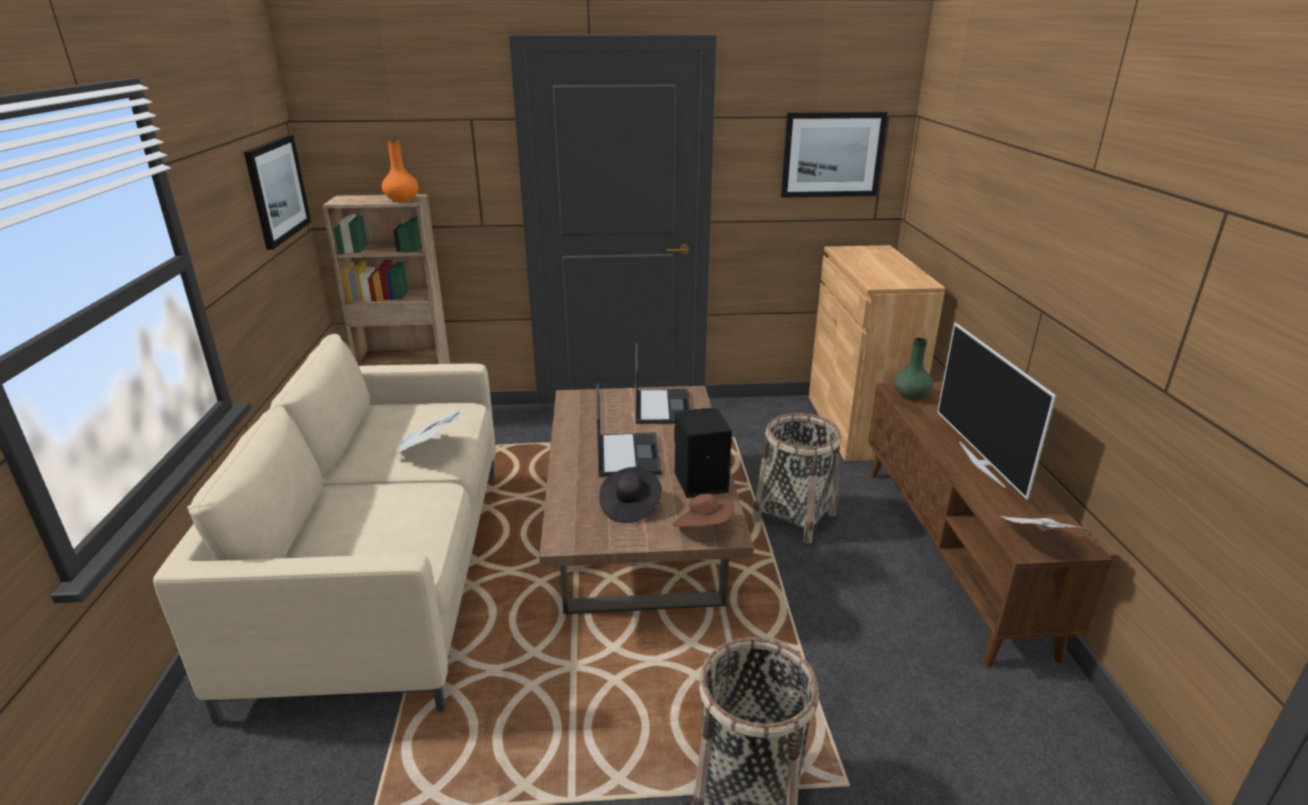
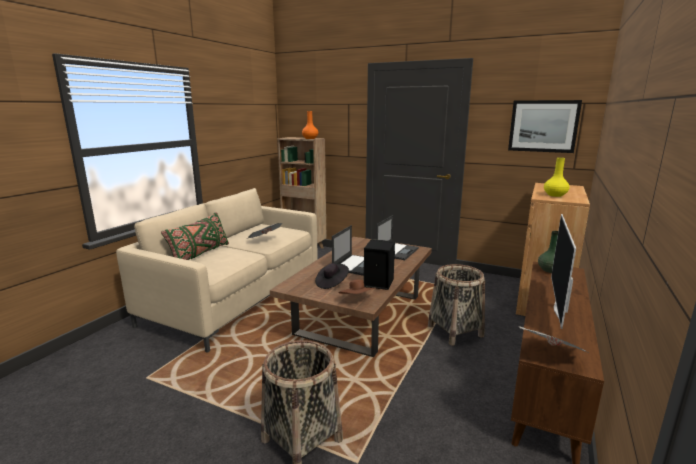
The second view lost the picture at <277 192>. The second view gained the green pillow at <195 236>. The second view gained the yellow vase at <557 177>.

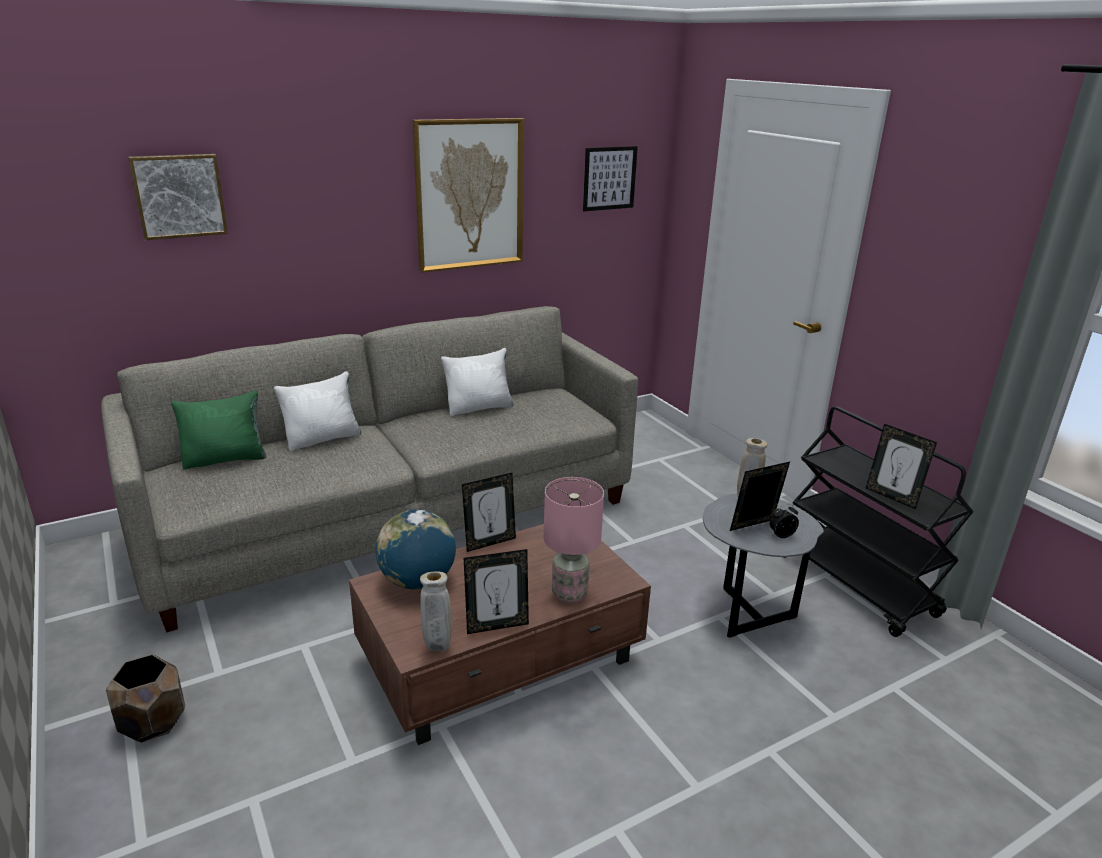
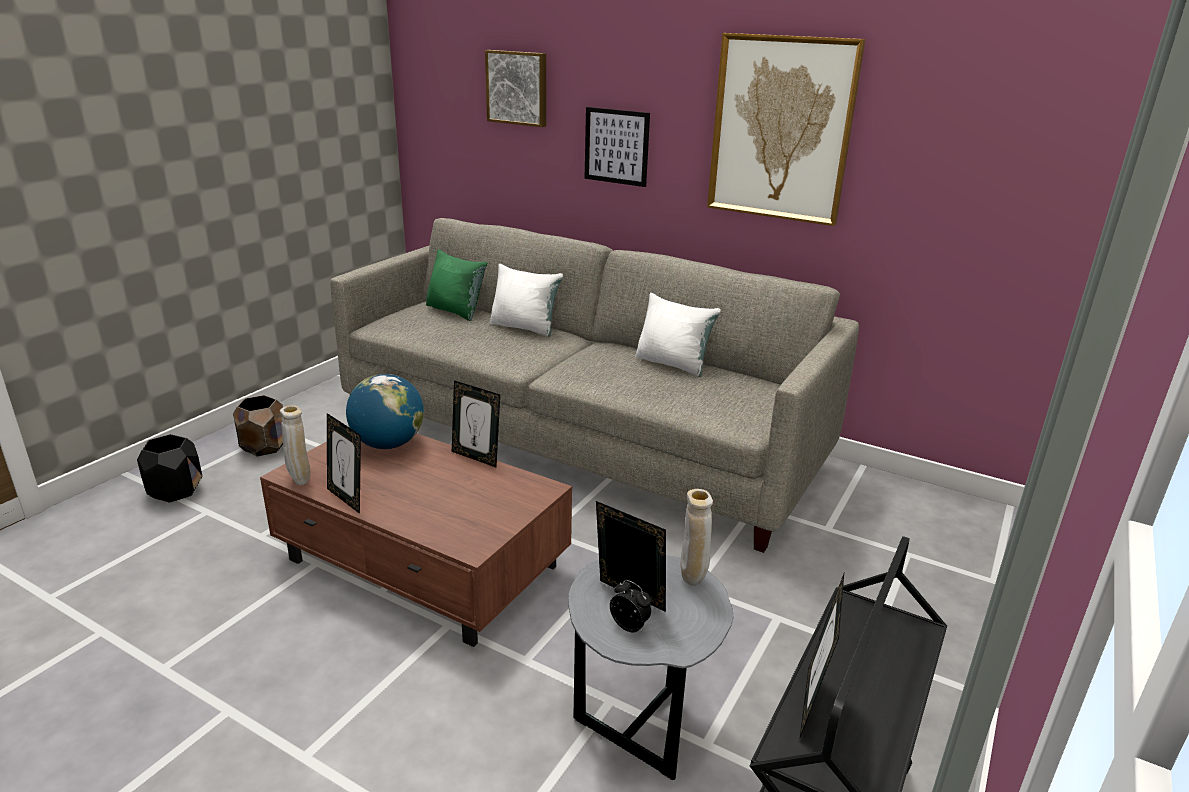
The second view lost the pink table lamp at <574 540>. The picture ended up elsewhere, having gone from <610 178> to <617 147>. The second view gained the black planter at <169 468>.

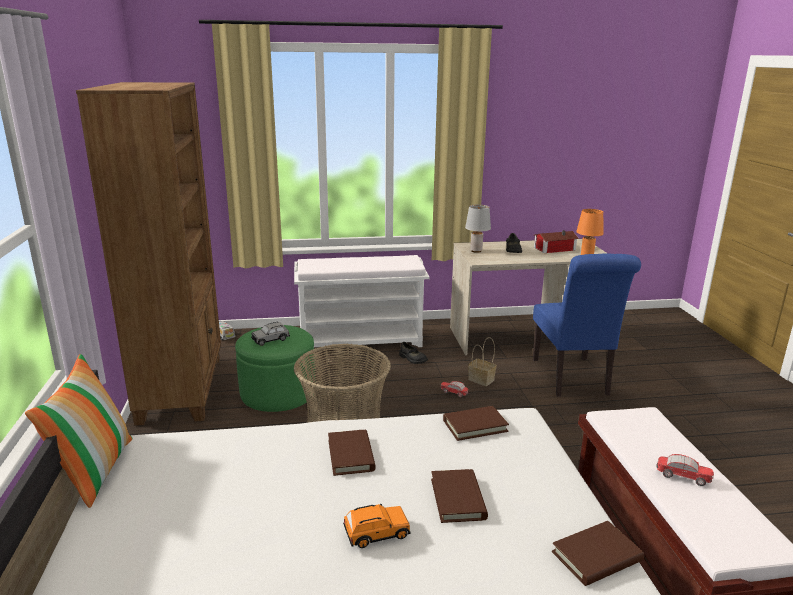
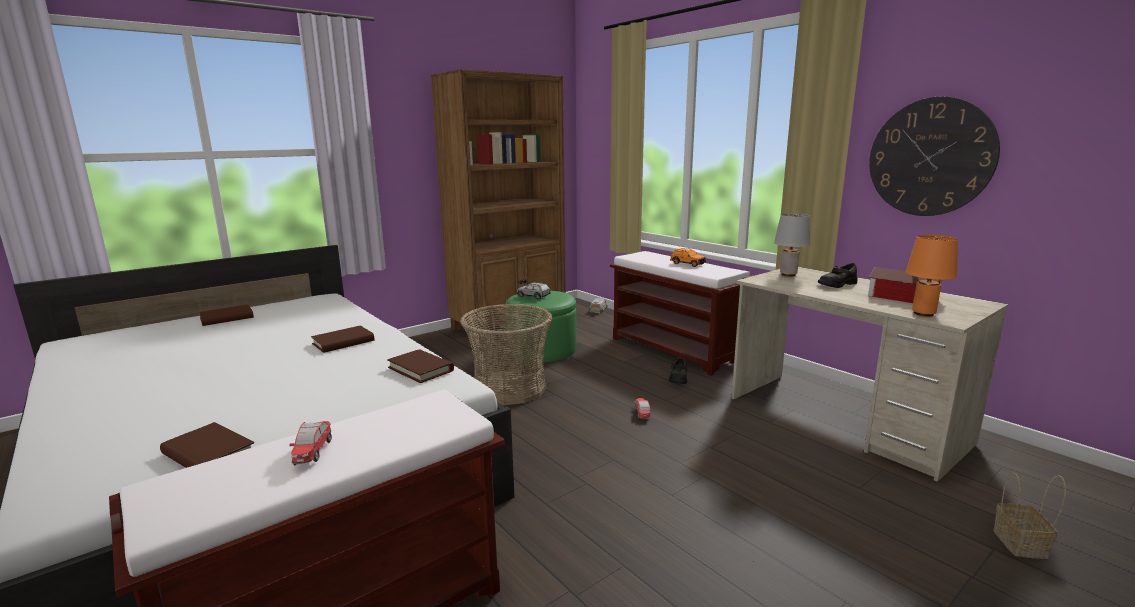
The second view lost the pillow at <79 431>. What was the white bench at <362 301> turned into the brown bench at <681 313>. The orange toy car ended up elsewhere, having gone from <377 526> to <688 257>. The brown book ended up elsewhere, having gone from <459 496> to <226 315>. The basket ended up elsewhere, having gone from <482 361> to <1029 515>. The second view lost the blue chair at <587 325>. The second view gained the wall clock at <934 156>.

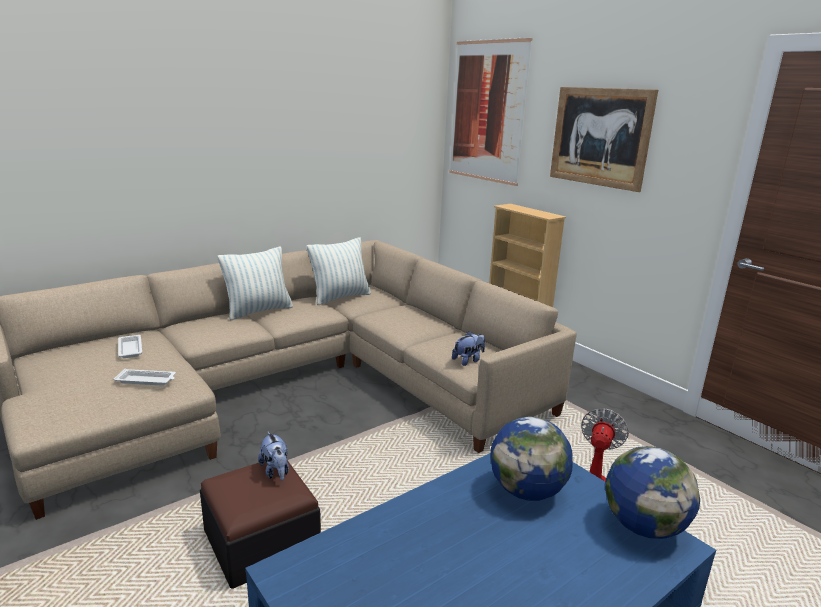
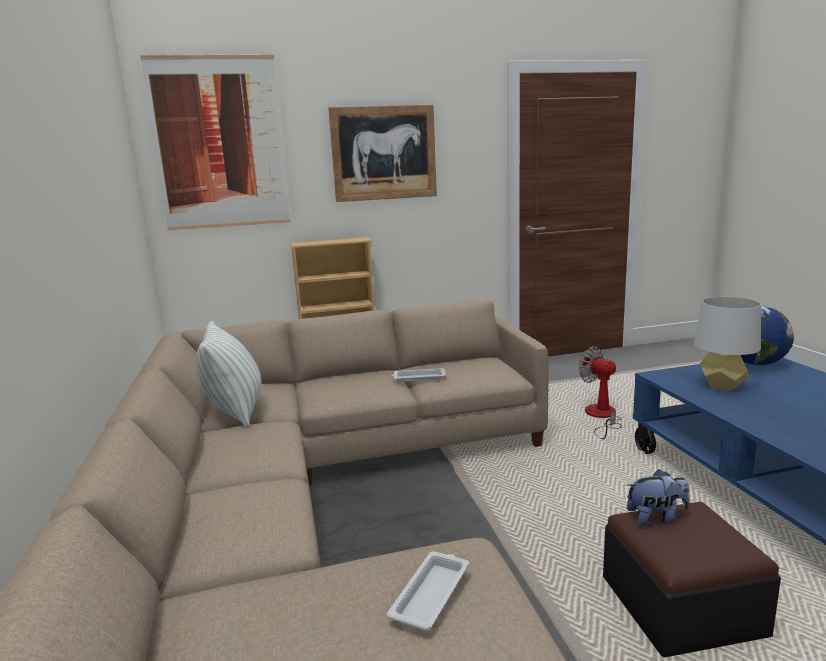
The white tray ended up elsewhere, having gone from <130 346> to <419 375>. The second view lost the pillow at <255 283>. The second view lost the plush toy at <468 348>. Where the globe stood at <531 459>, the grey table lamp came to stand at <727 344>.

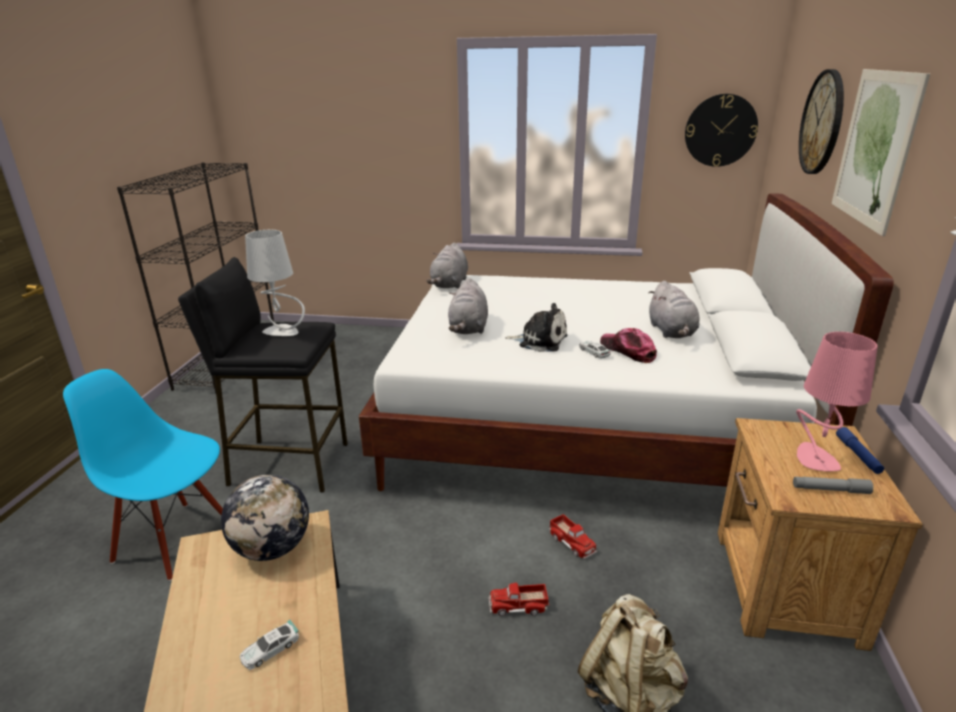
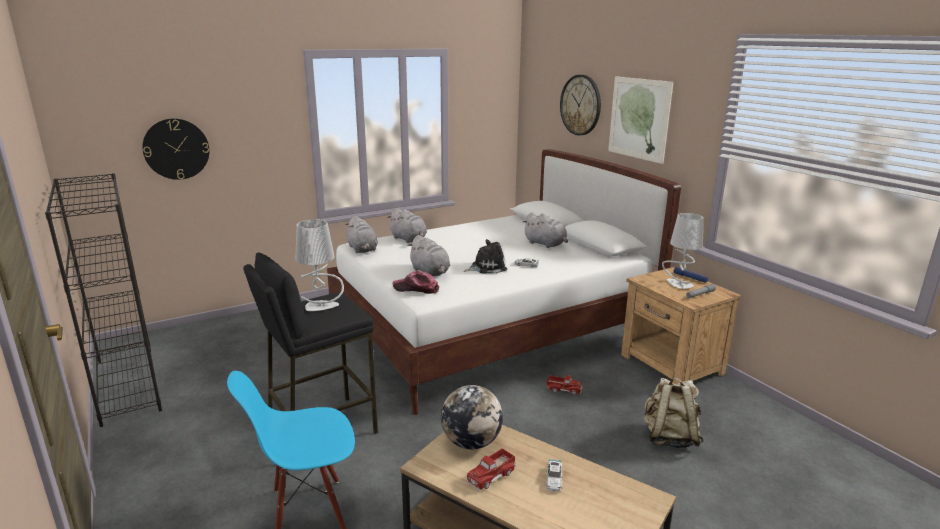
The toy truck ended up elsewhere, having gone from <519 599> to <491 469>. The cap ended up elsewhere, having gone from <628 345> to <416 282>. The wall clock ended up elsewhere, having gone from <721 130> to <175 149>. What was the pink table lamp at <837 401> turned into the grey table lamp at <682 251>. The second view gained the grey plush toy at <407 225>.

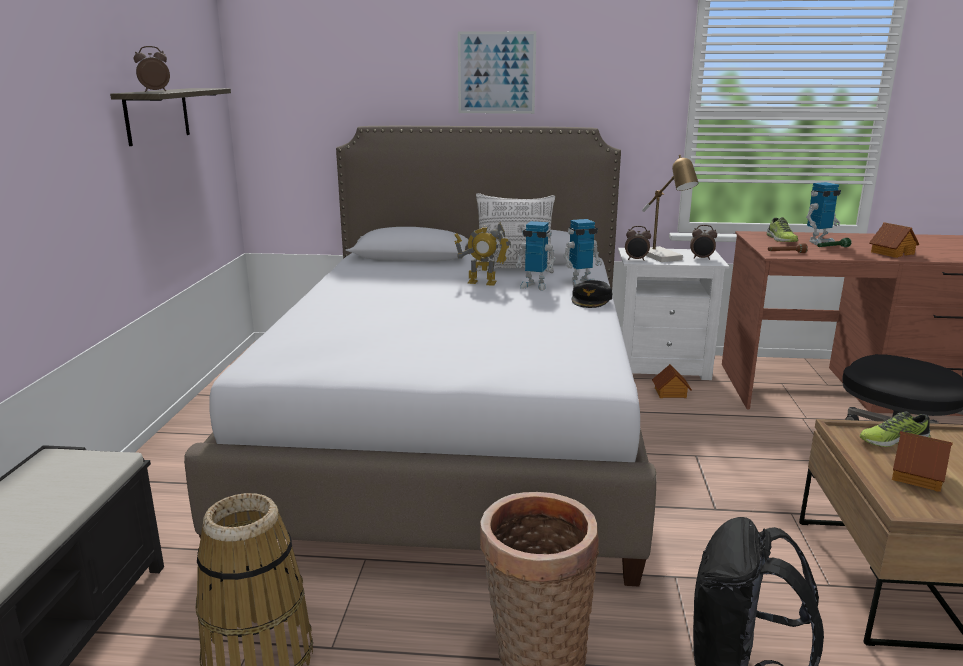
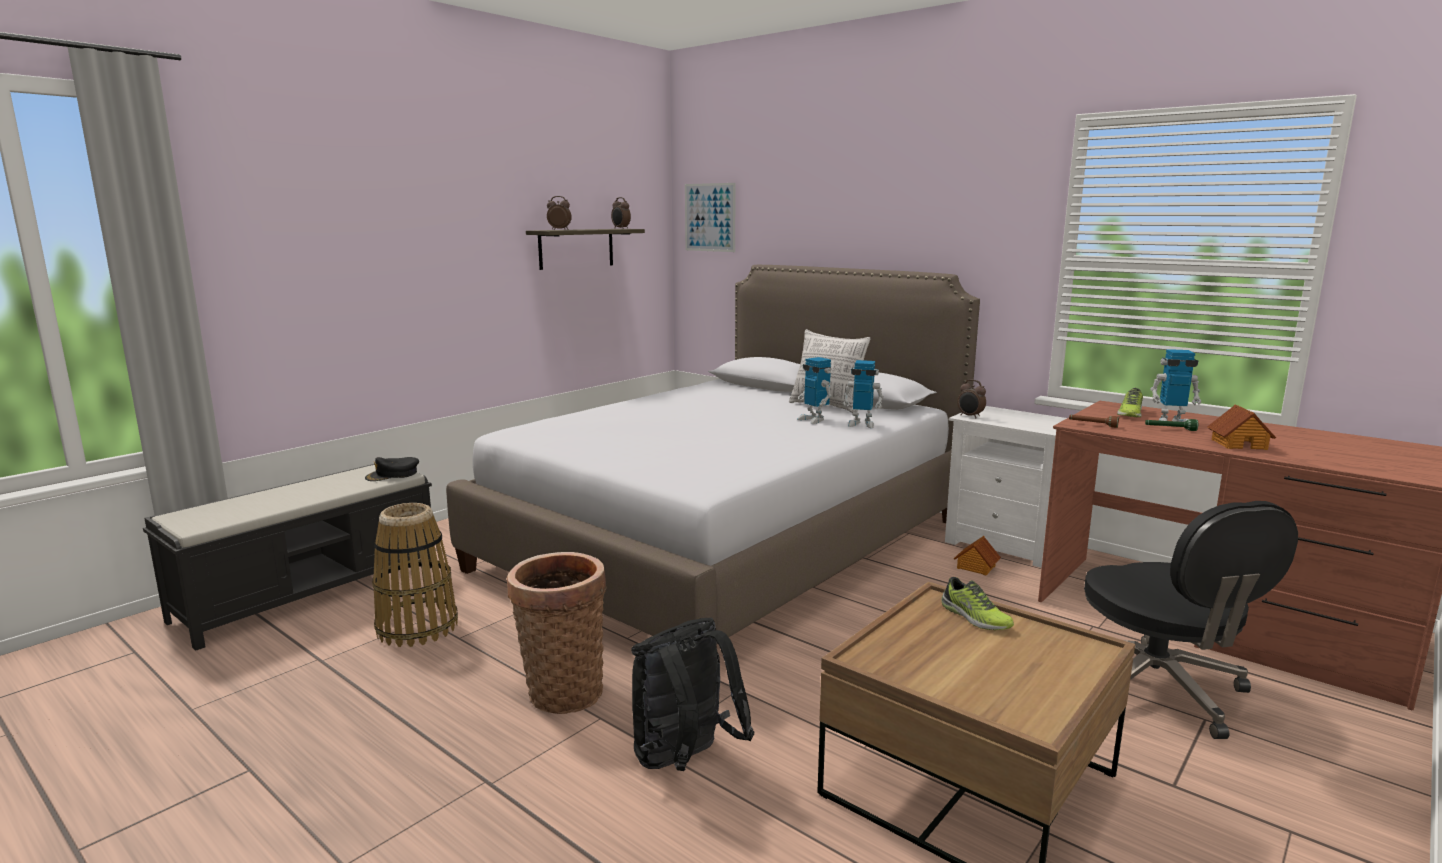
The second view lost the toy robot at <482 254>. The picture ended up elsewhere, having gone from <497 72> to <710 217>. The black cap ended up elsewhere, having gone from <592 294> to <392 469>. The second view lost the table lamp at <670 208>. The alarm clock ended up elsewhere, having gone from <703 242> to <621 213>. The shoe at <895 429> ended up facing another way, 150 degrees counterclockwise from before. The second view lost the toy house at <922 461>.

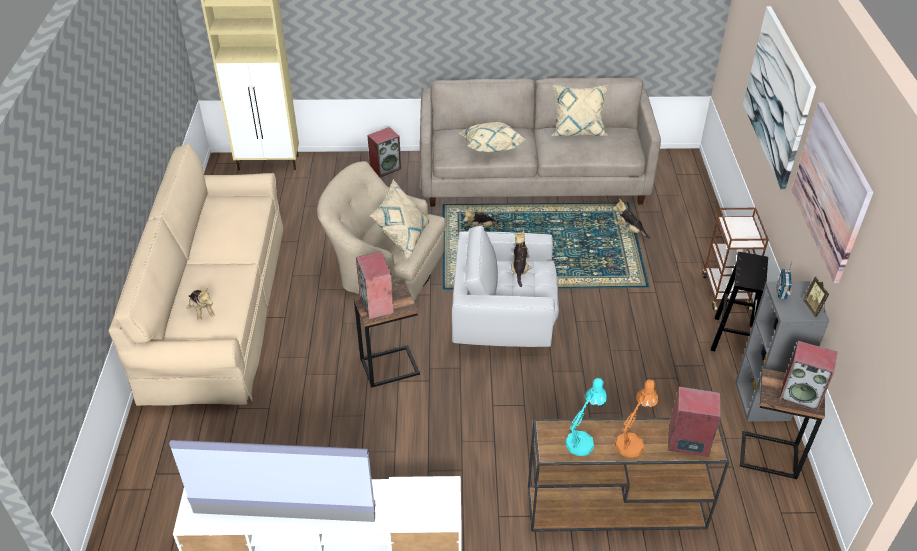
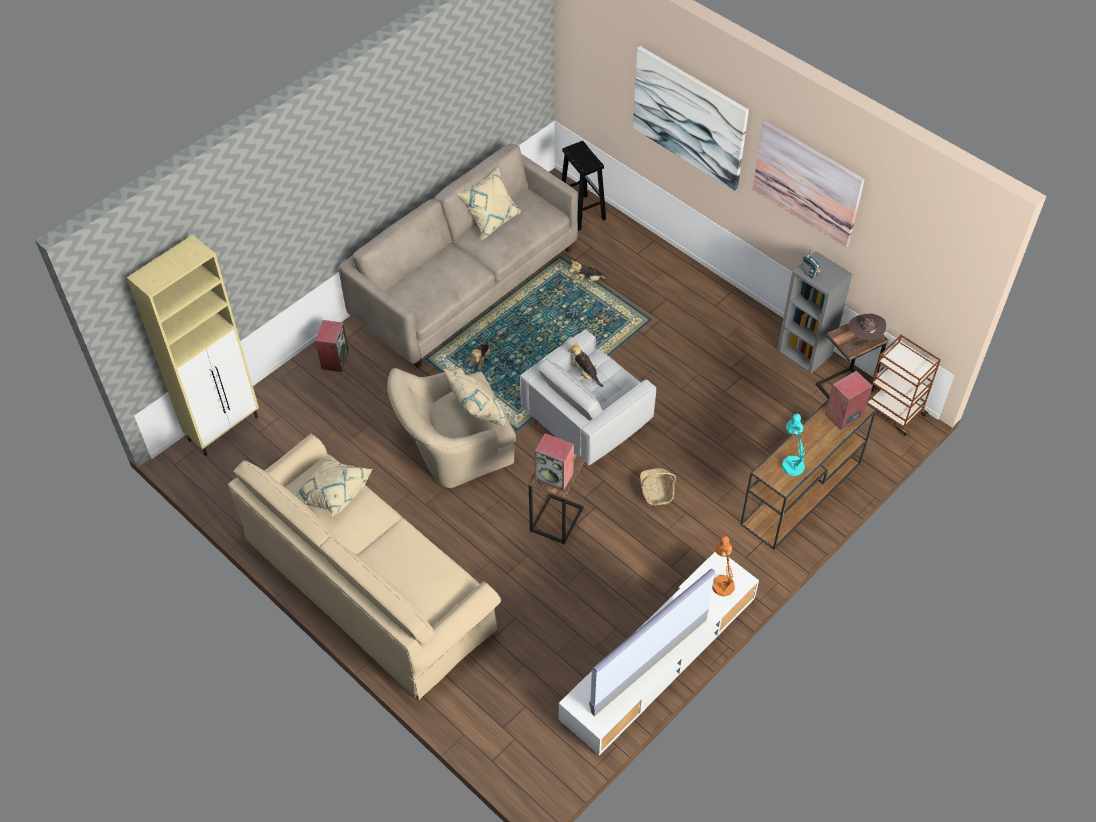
The second view lost the plush toy at <200 304>. The beige pillow ended up elsewhere, having gone from <492 137> to <333 486>. The orange table lamp ended up elsewhere, having gone from <636 418> to <723 566>. The brown cart ended up elsewhere, having gone from <735 259> to <904 385>. The black stool ended up elsewhere, having gone from <739 301> to <583 186>. Where the speaker stood at <808 376>, the brown hat came to stand at <867 327>. The second view lost the picture frame at <816 296>. The second view gained the basket at <658 487>.

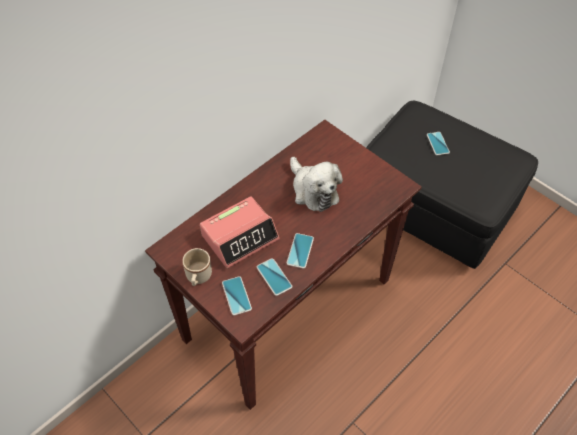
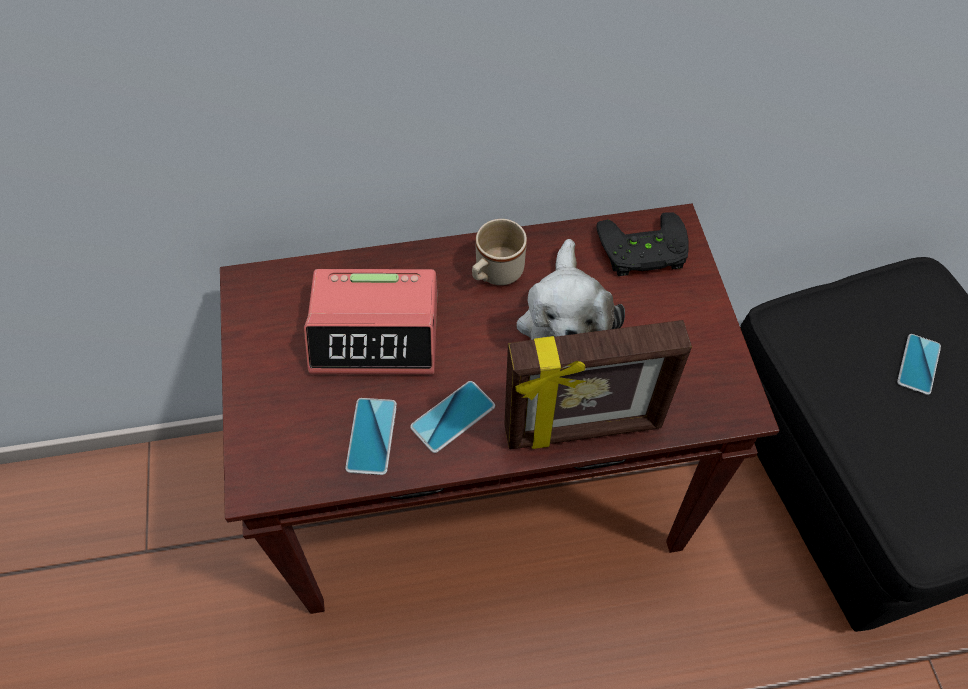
The beige mug ended up elsewhere, having gone from <197 267> to <499 252>. The second view lost the phone at <237 295>. The second view gained the picture frame at <598 384>. The second view gained the black game controller at <642 244>.

